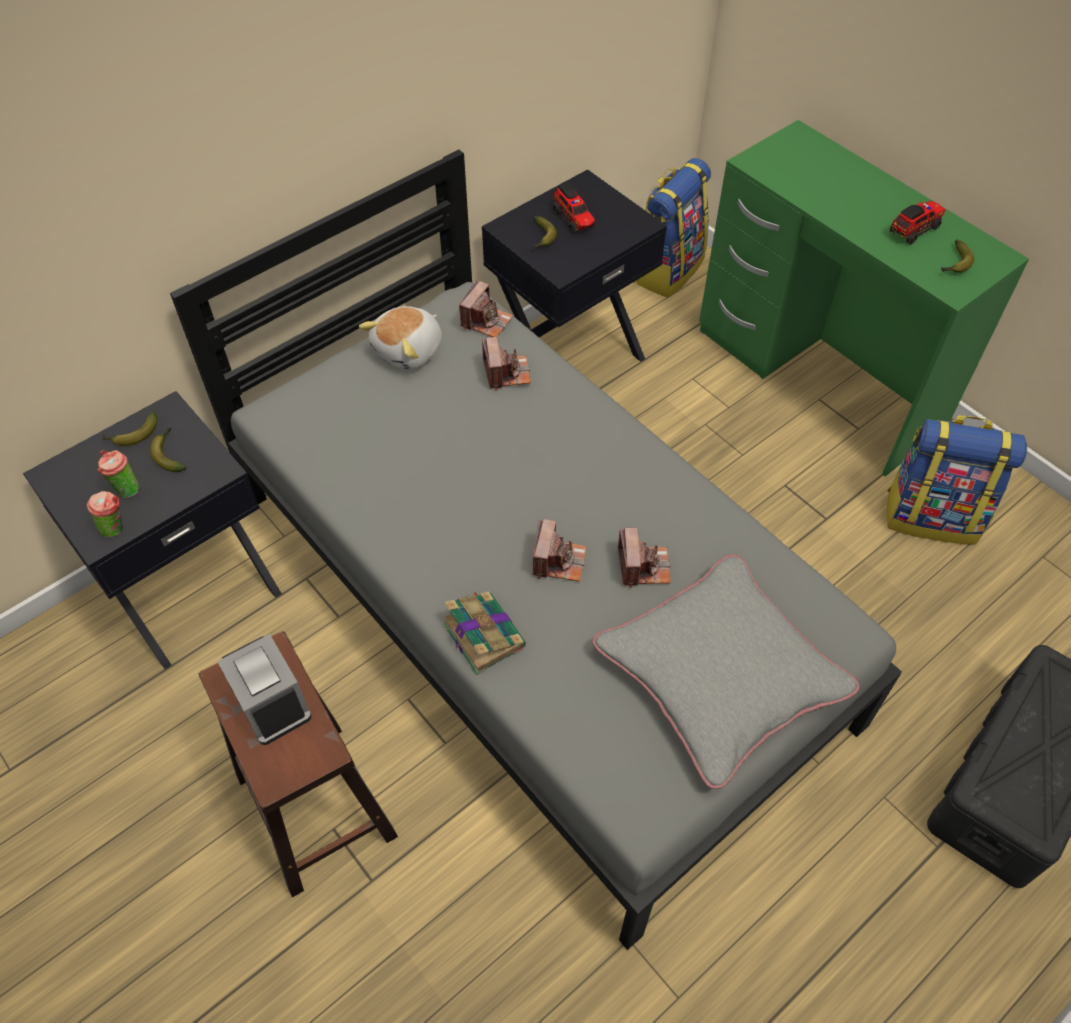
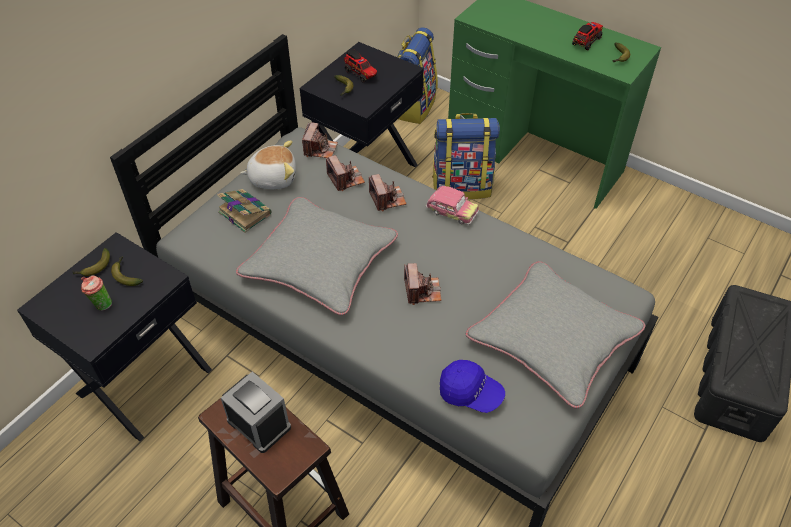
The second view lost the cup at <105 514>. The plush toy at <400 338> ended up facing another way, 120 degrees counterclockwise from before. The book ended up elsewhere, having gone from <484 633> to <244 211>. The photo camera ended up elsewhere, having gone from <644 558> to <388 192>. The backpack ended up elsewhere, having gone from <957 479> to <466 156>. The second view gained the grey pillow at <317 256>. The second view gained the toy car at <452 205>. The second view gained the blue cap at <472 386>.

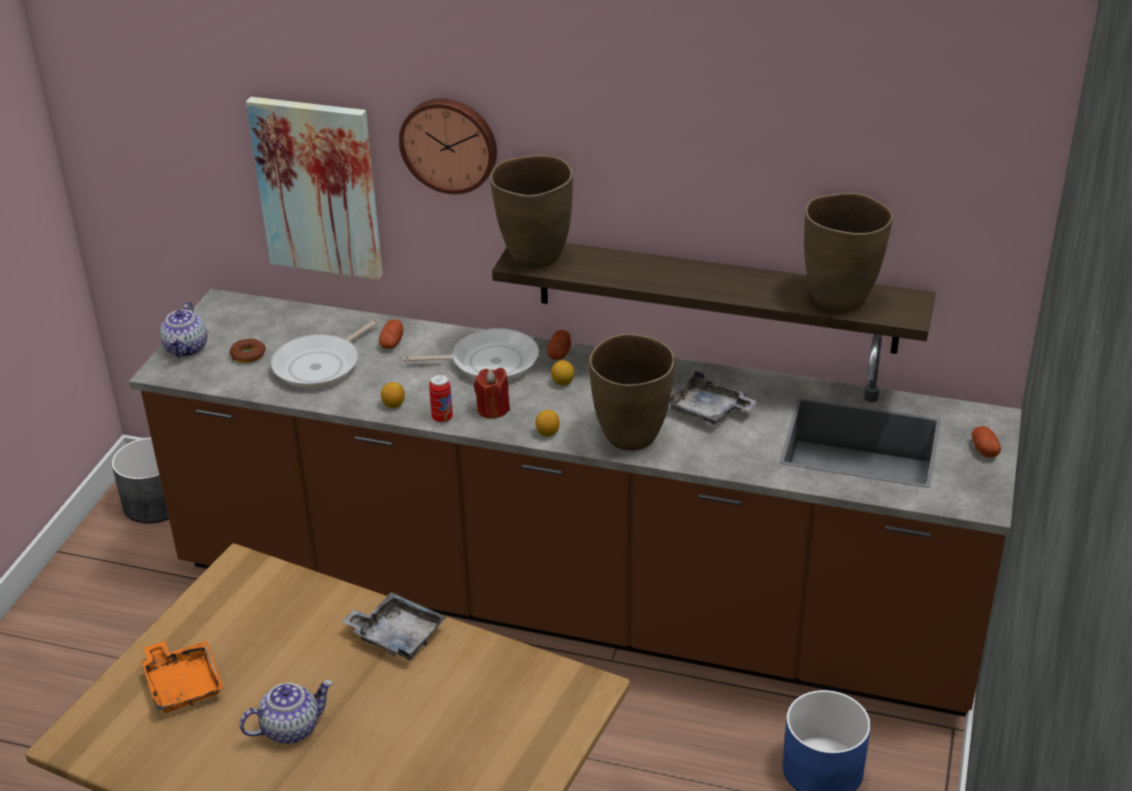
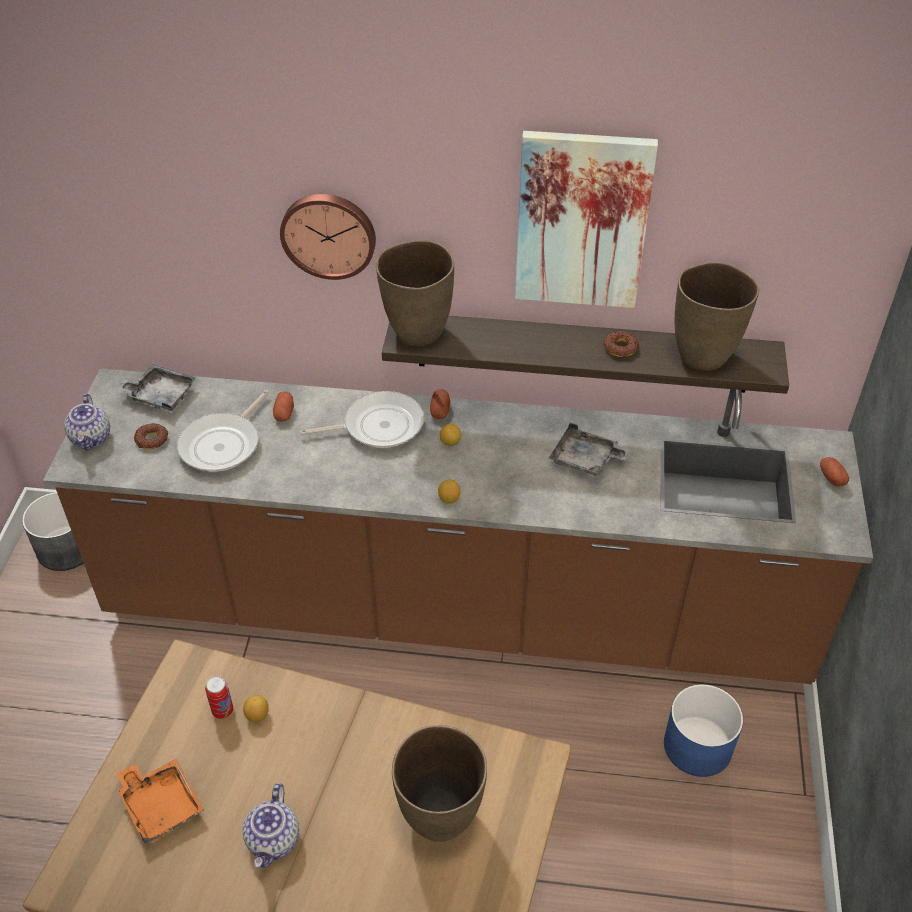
The teapot at <286 712> ended up facing another way, 135 degrees clockwise from before. The picture ended up elsewhere, having gone from <314 188> to <586 219>. The grey tray ended up elsewhere, having gone from <394 626> to <156 387>. The lemon ended up elsewhere, having gone from <393 395> to <256 708>. The can ended up elsewhere, having gone from <441 398> to <219 697>. The second view lost the red candle at <492 393>. The brown vase ended up elsewhere, having gone from <632 392> to <439 783>. The second view gained the donut at <621 344>.

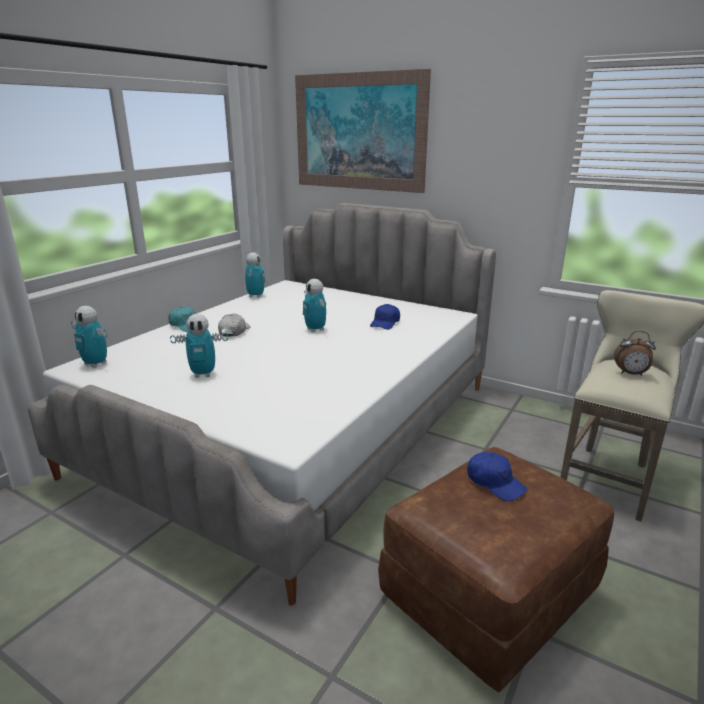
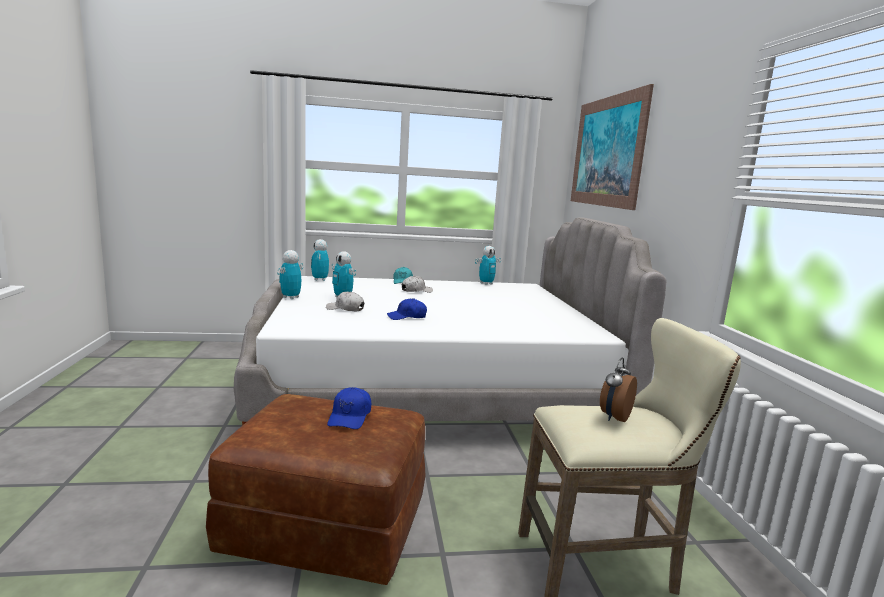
The toy robot ended up elsewhere, having gone from <314 306> to <290 274>. The blue cap ended up elsewhere, having gone from <385 317> to <407 309>. The alarm clock at <635 353> ended up facing another way, 60 degrees clockwise from before. The second view gained the white cap at <345 301>.

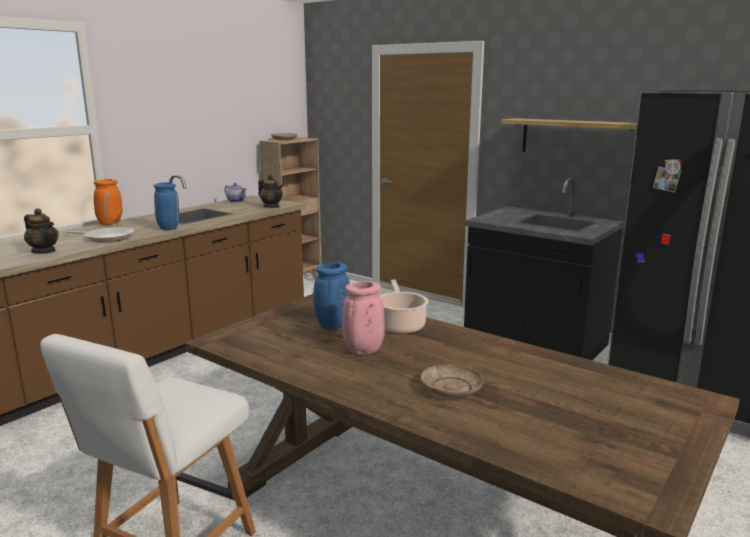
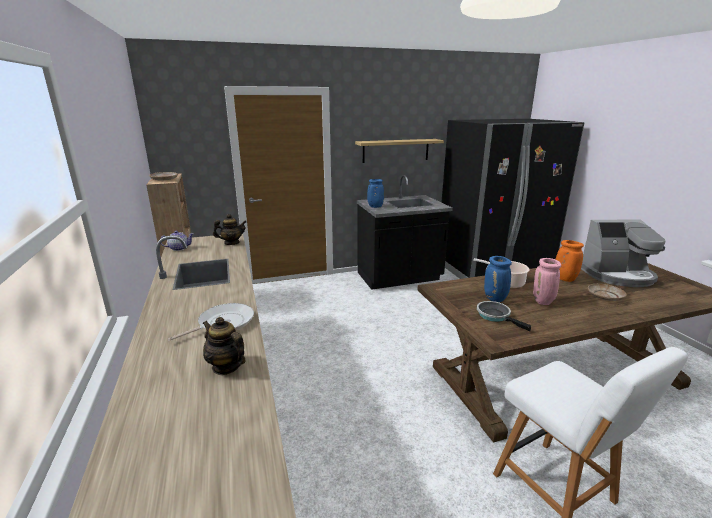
The teapot at <41 230> ended up facing another way, 120 degrees counterclockwise from before. The orange vase ended up elsewhere, having gone from <108 202> to <570 261>. The blue vase ended up elsewhere, having gone from <166 206> to <375 193>. The second view gained the frying pan at <504 316>. The second view gained the coffee machine at <623 253>.

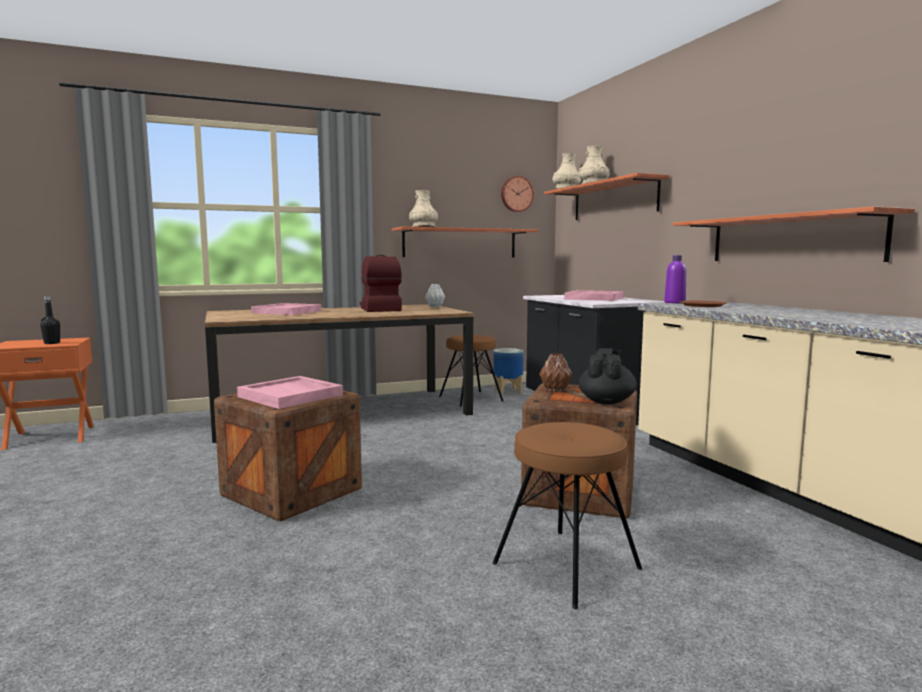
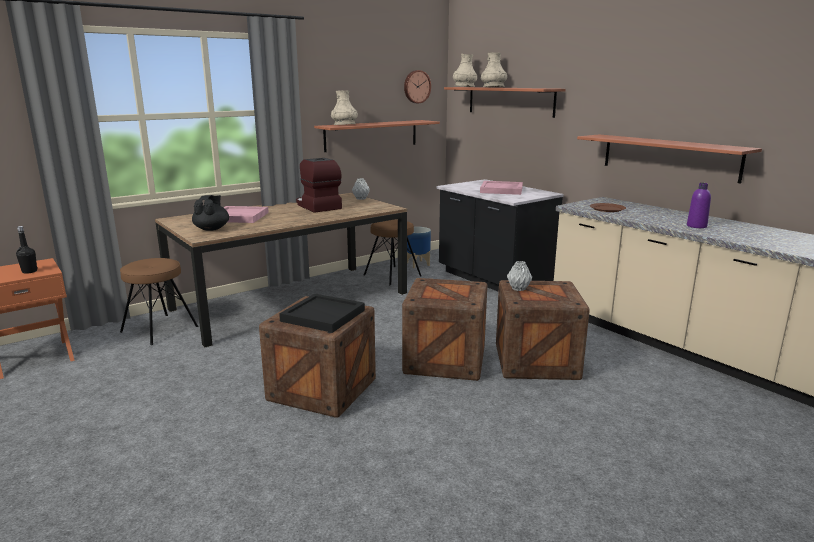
What was the pink tray at <290 392> turned into the black tray at <322 313>. The brown stool ended up elsewhere, having gone from <567 515> to <159 301>. What was the brown vase at <556 372> turned into the grey vase at <519 276>. The black teapot ended up elsewhere, having gone from <608 376> to <210 213>. The purple bottle ended up elsewhere, having gone from <675 279> to <699 205>. The second view gained the crate at <444 329>.

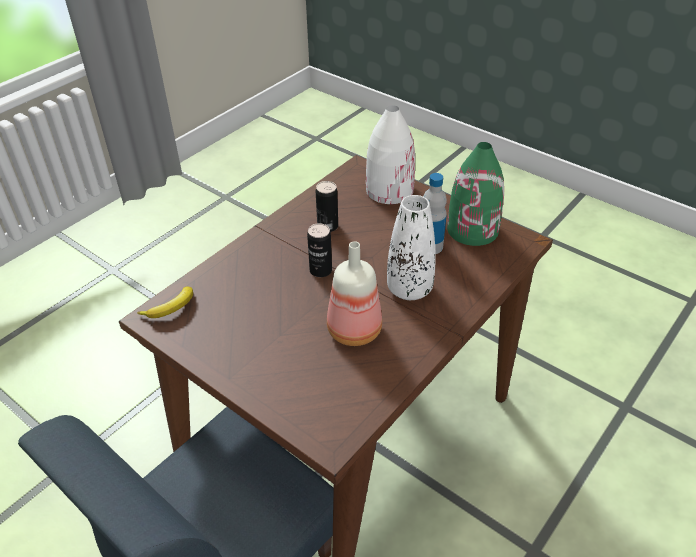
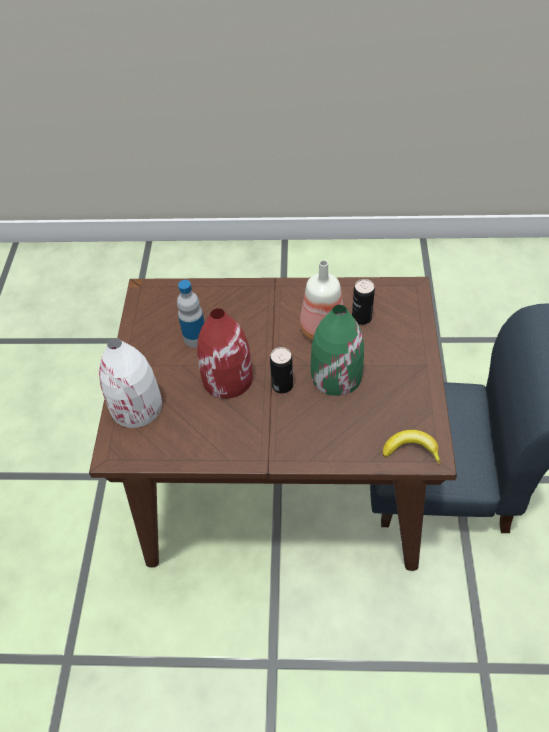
The can ended up elsewhere, having gone from <327 206> to <363 302>. The second view lost the white vase at <411 247>. The green vase ended up elsewhere, having gone from <475 194> to <337 350>. The second view gained the red vase at <225 353>.

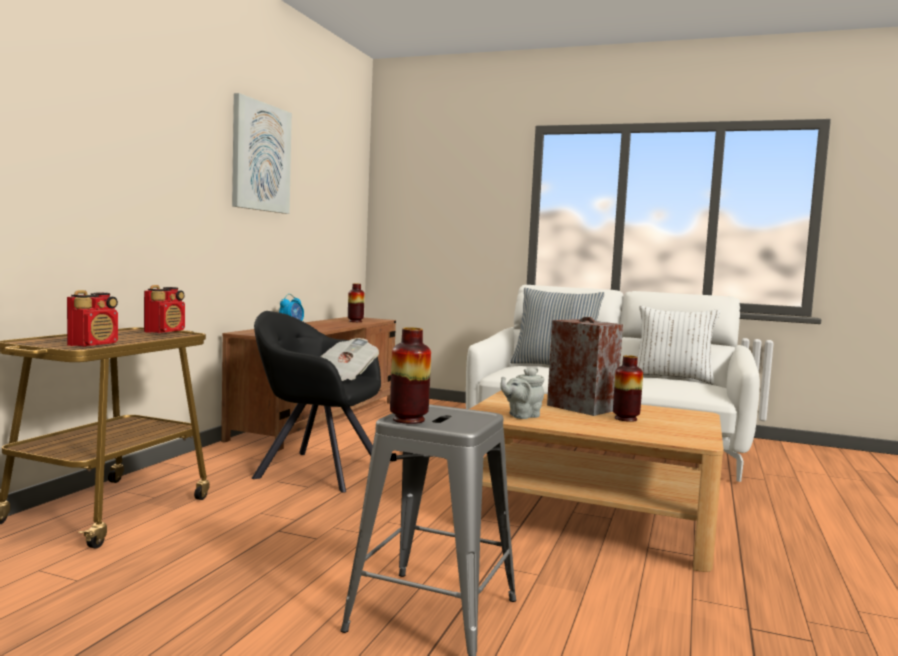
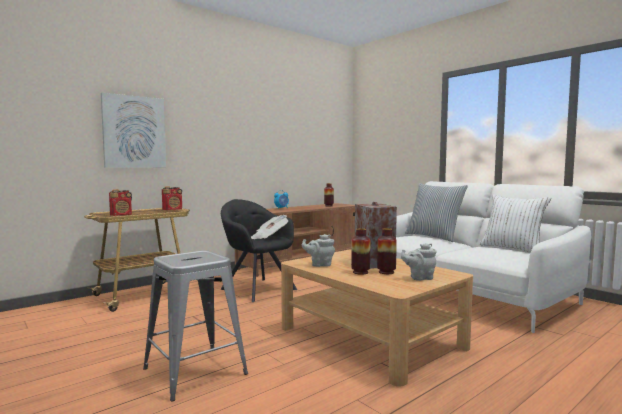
The picture ended up elsewhere, having gone from <262 153> to <133 130>. The vase ended up elsewhere, having gone from <410 375> to <360 251>. The second view gained the grey teapot at <418 262>.

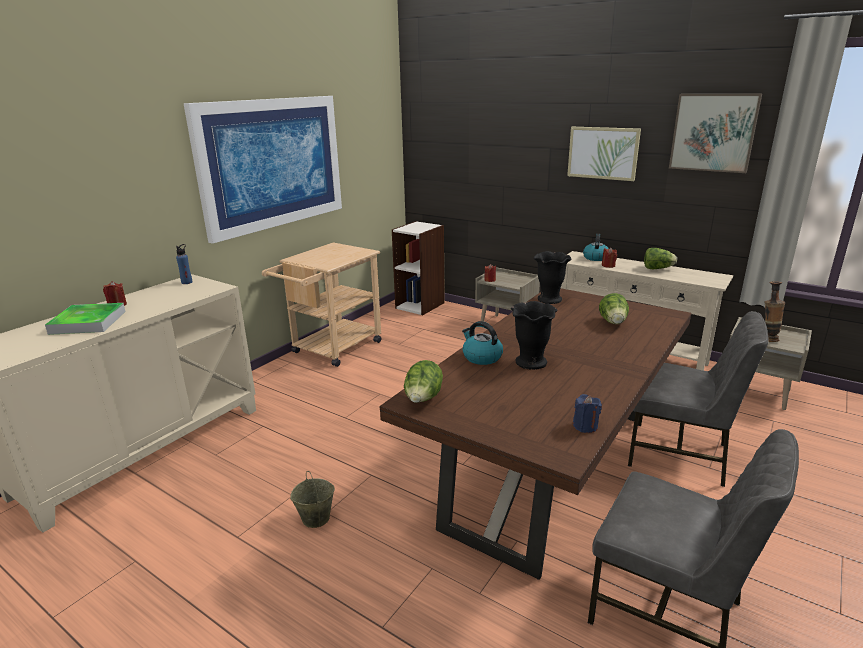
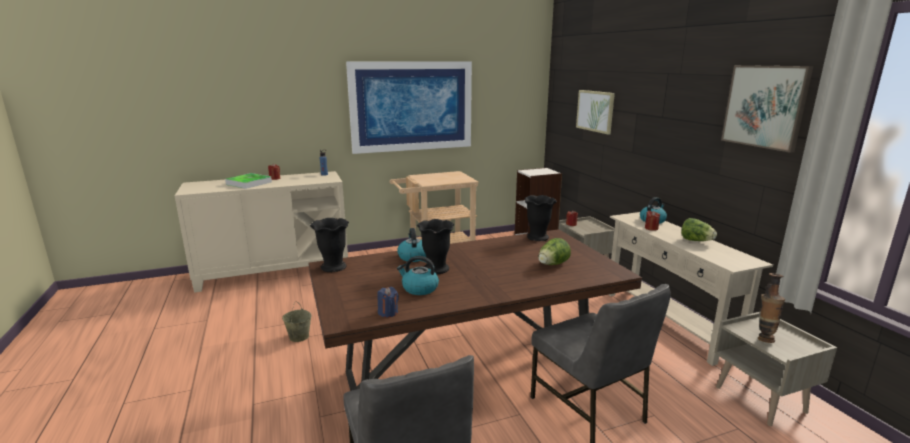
Where the lettuce stood at <423 381>, the black vase came to stand at <329 245>. The picture ended up elsewhere, having gone from <604 154> to <595 112>. The second view gained the kettle at <418 275>.

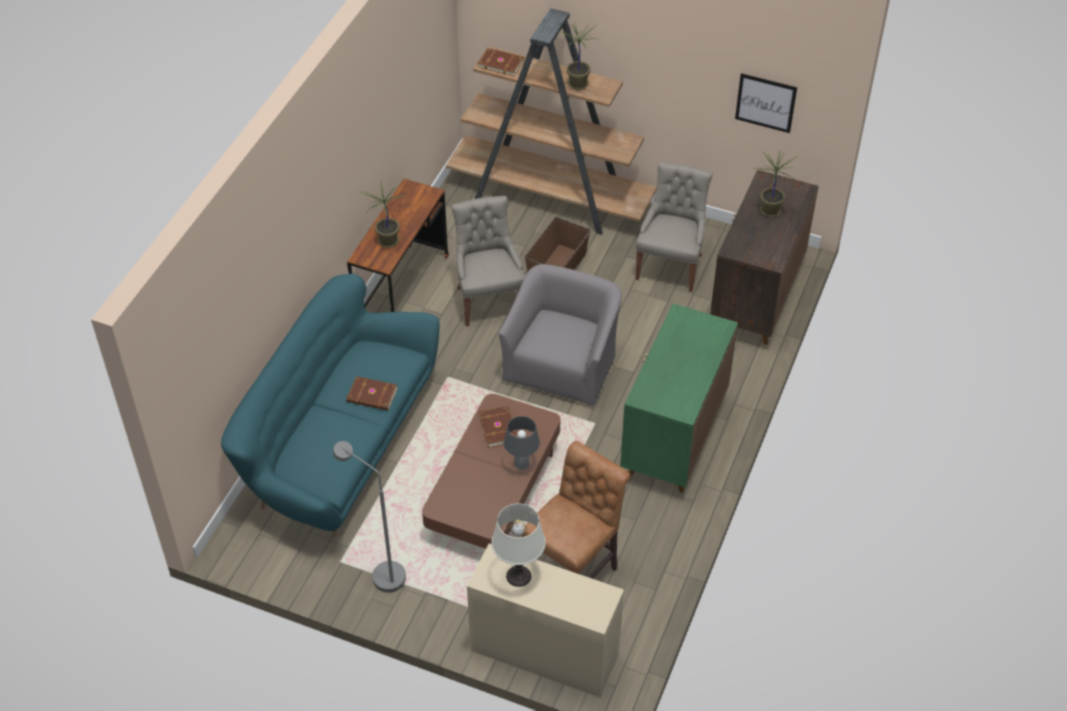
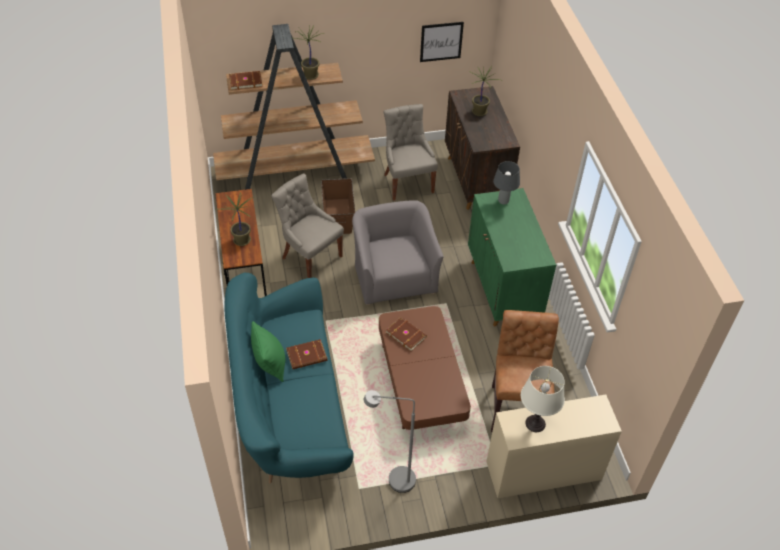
The grey table lamp ended up elsewhere, having gone from <522 443> to <506 183>. The second view gained the green pillow at <268 351>.

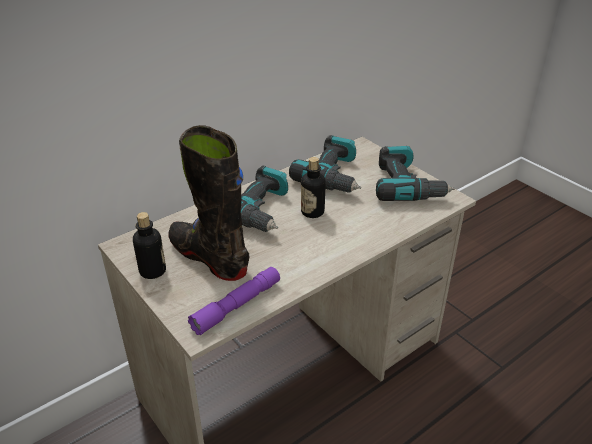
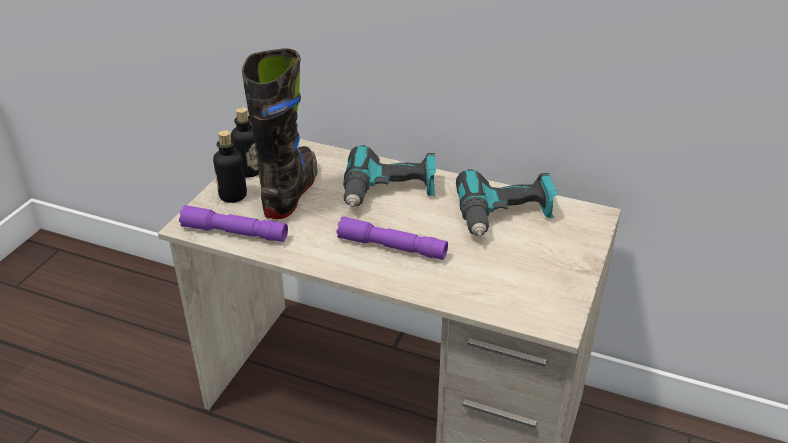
The bottle ended up elsewhere, having gone from <313 187> to <230 166>. The second view lost the power drill at <415 173>. The second view gained the purple flashlight at <392 238>.

